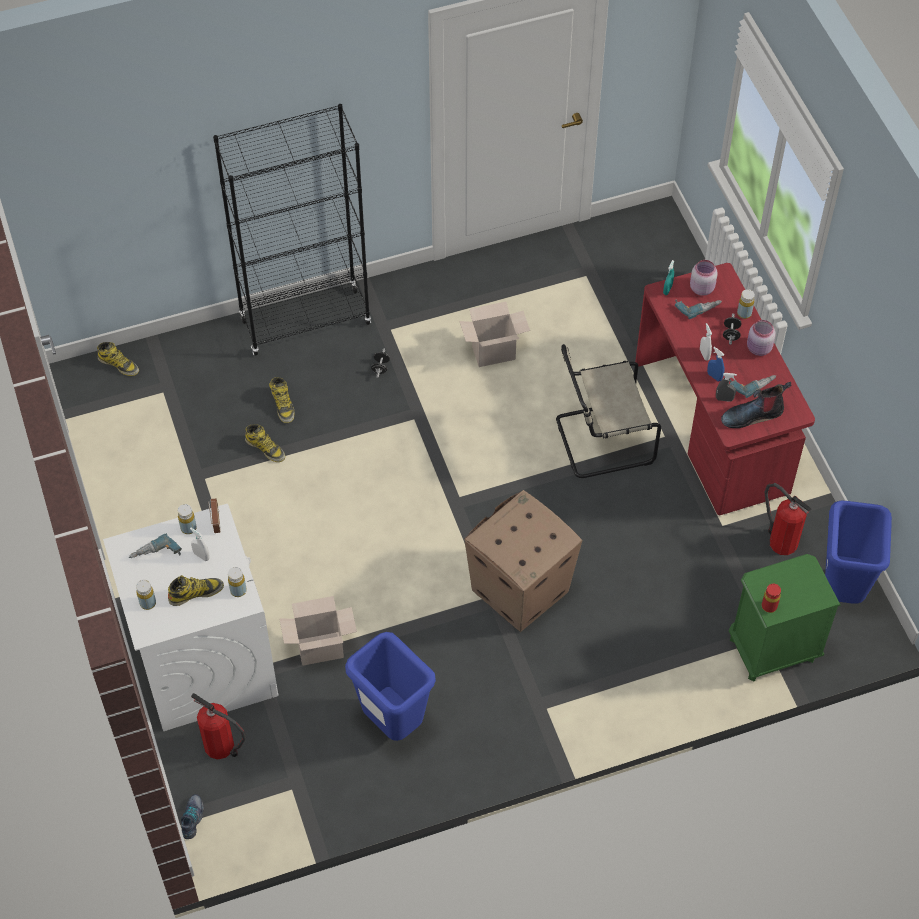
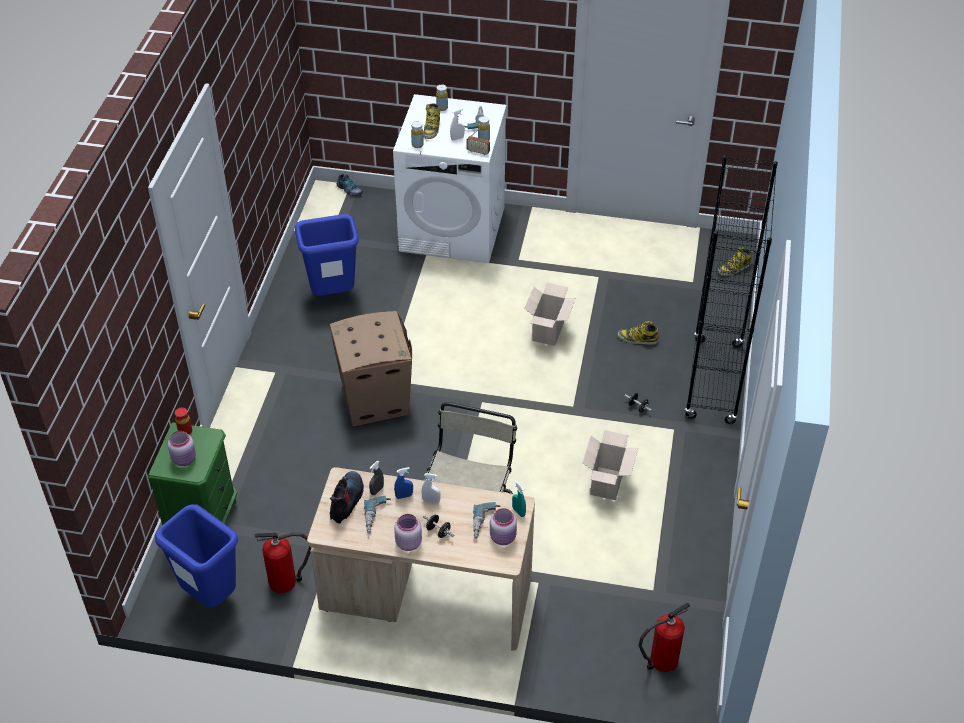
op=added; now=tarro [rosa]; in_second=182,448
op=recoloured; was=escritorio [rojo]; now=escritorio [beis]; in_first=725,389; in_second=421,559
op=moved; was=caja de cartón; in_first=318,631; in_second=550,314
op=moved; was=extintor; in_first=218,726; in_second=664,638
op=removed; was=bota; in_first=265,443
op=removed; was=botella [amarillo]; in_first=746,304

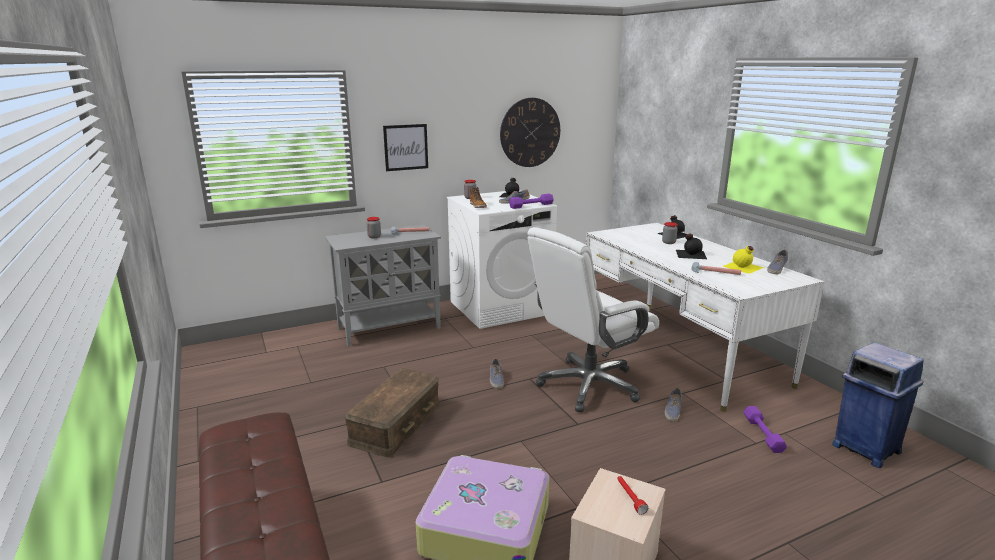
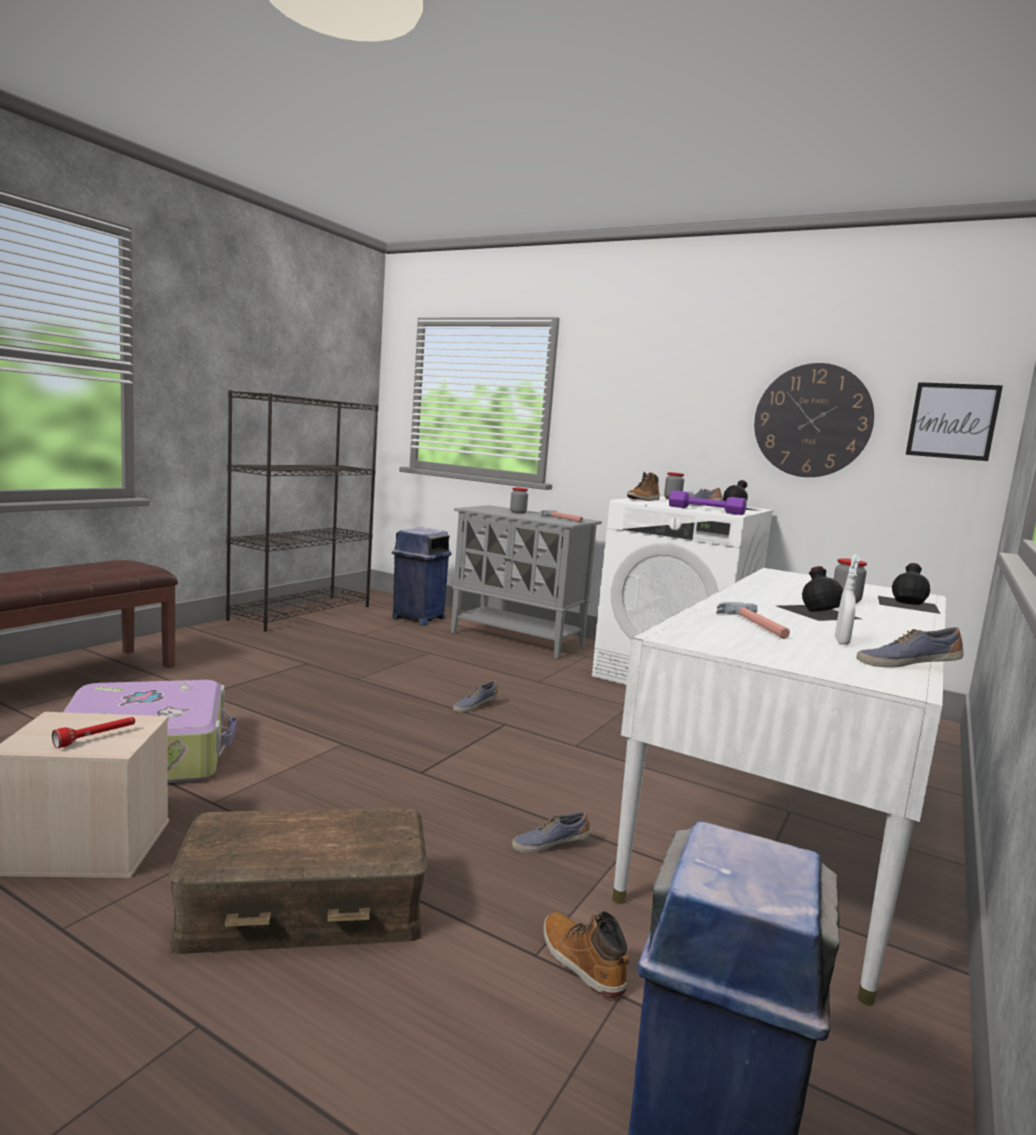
op=moved; was=caja de almacenaje [marrón]; in_first=392,412; in_second=297,881
op=added; now=estantería [negro]; in_second=302,510
op=added; now=papelera [azul]; in_second=422,576
op=replaced; was=mancuerna [morado]; now=bota; in_first=765,429; in_second=586,954
op=replaced; was=botella [amarillo]; now=pulverizador [blanco]; in_first=743,260; in_second=847,599
op=moved; was=cuadro; in_first=405,147; in_second=954,421
op=removed; was=silla de oficina [blanco]; in_first=593,319

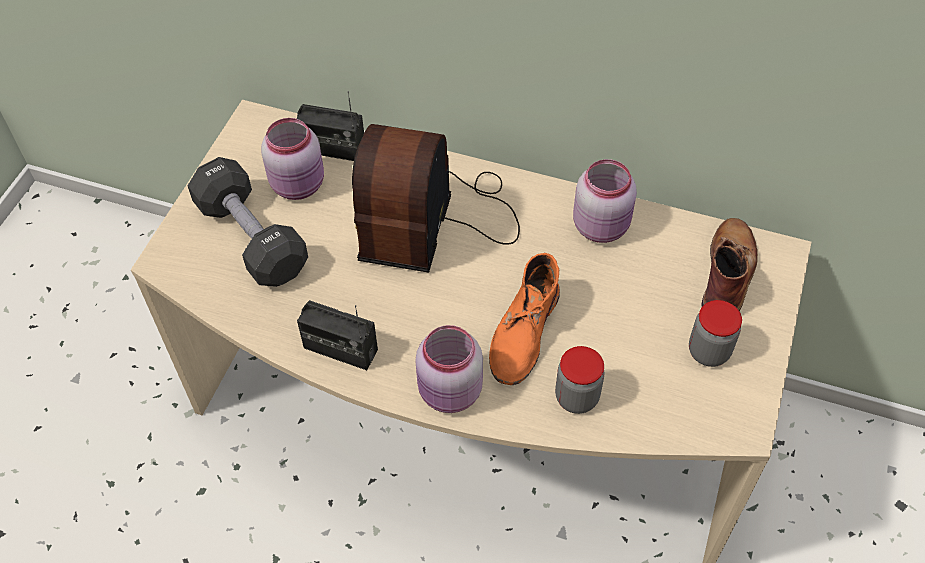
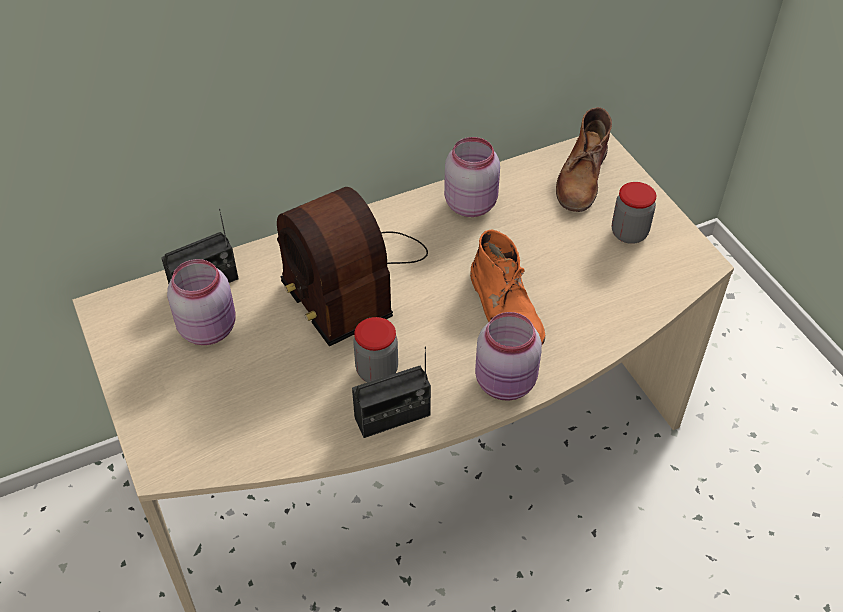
op=moved; was=tarro; in_first=579,380; in_second=376,349
op=turned; was=bota [marrón]; in_first=729,264; in_second=584,159; clockwise=-135
op=removed; was=mancuerna [negro]; in_first=248,222

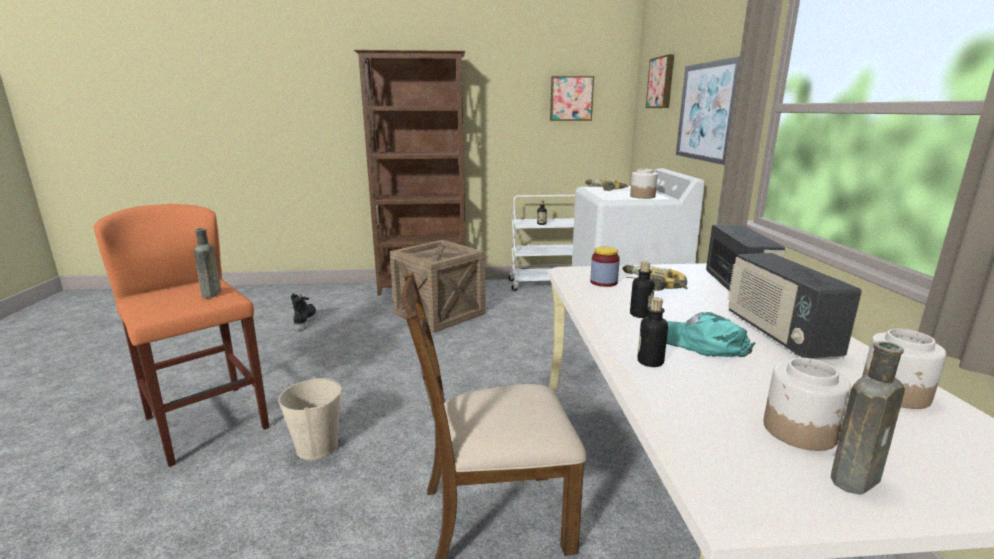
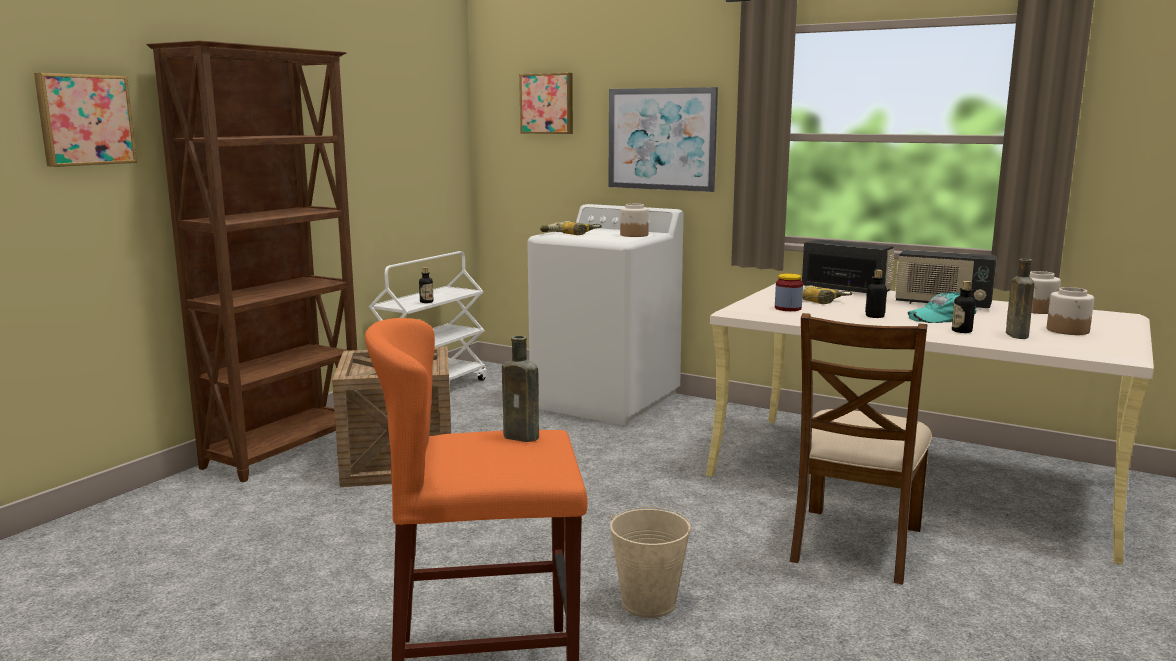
op=moved; was=cuadro; in_first=572,98; in_second=85,120
op=moved; was=botella [marrón]; in_first=868,418; in_second=1020,298
op=removed; was=bota [negro]; in_first=304,312

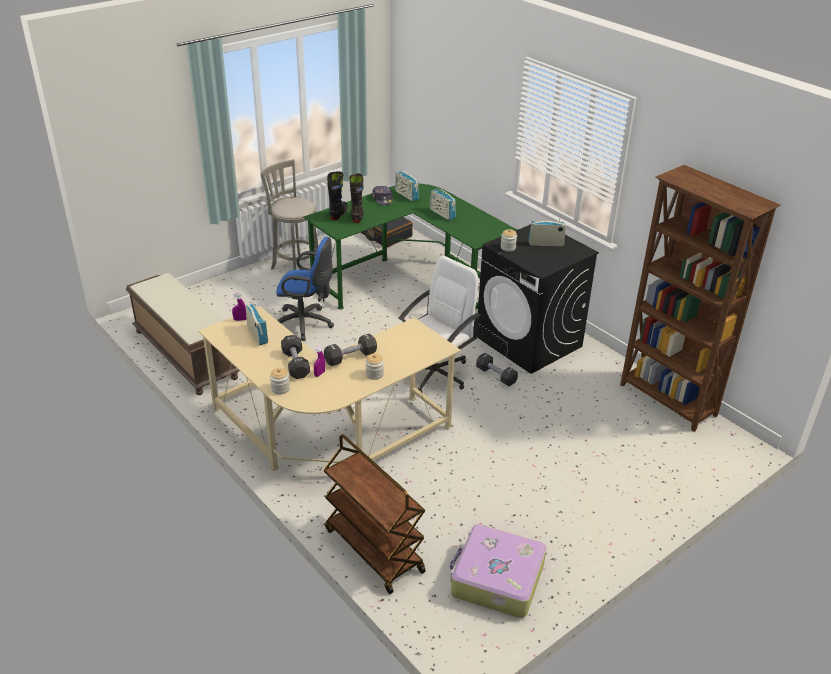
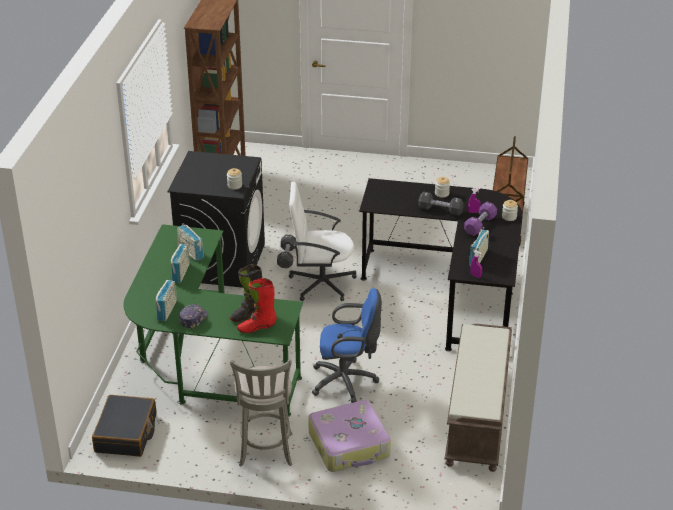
op=moved; was=radio; in_first=547,233; in_second=190,242
op=recoloured; was=bota [negro]; now=bota [rojo]; in_first=337,195; in_second=257,305
op=moved; was=maleta; in_first=498,571; in_second=349,436
op=turned; was=silla de oficina [azul]; in_first=305,288; in_second=347,345; clockwise=120
op=recoloured; was=escritorio [beis]; now=escritorio [negro]; in_first=329,388; in_second=440,264
op=recoloured; was=mancuerna [negro]; now=mancuerna [morado]; in_first=295,357; in_second=480,219

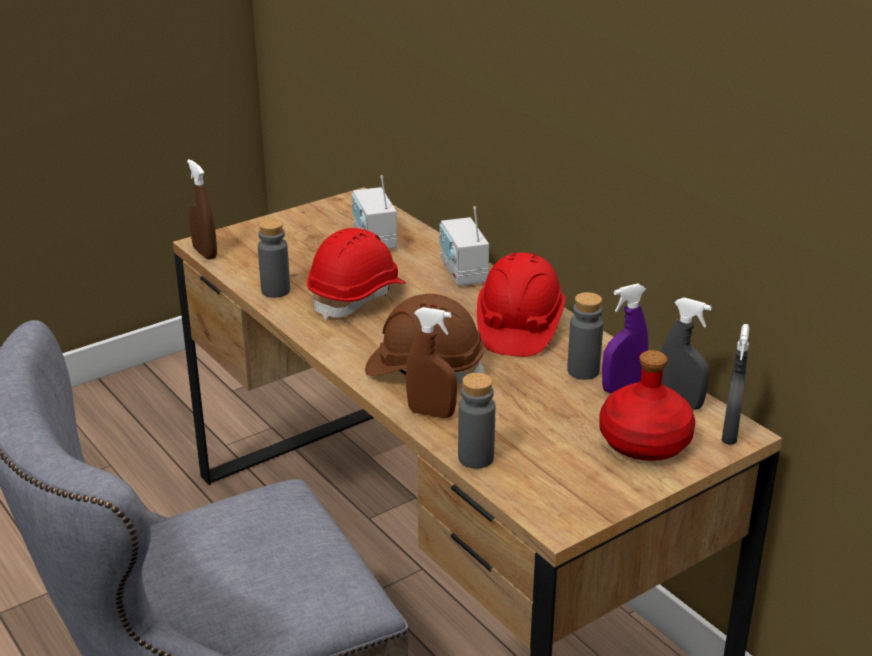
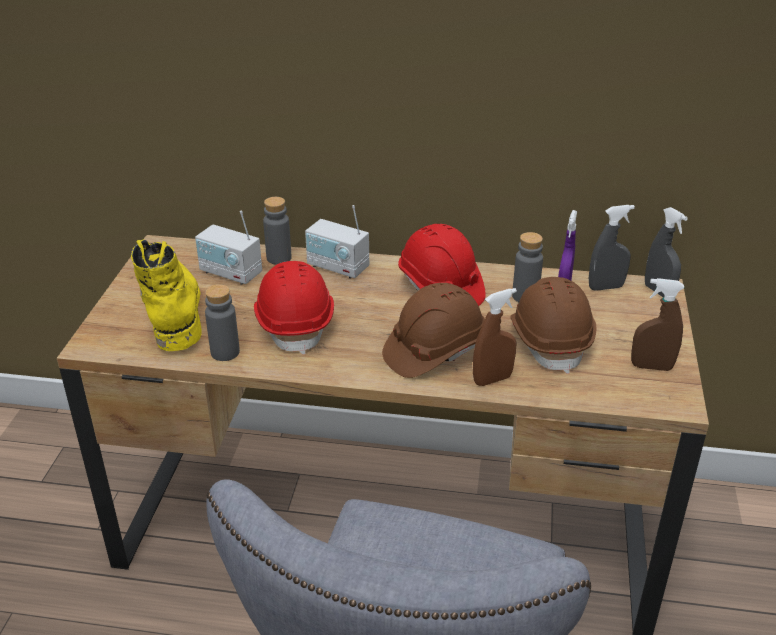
op=added; now=bota [amarillo]; in_second=166,295
op=moved; was=botella [gris]; in_first=476,421; in_second=277,231
op=added; now=casco [marrón]; in_second=553,325
op=moved; was=pulverizador [marrón]; in_first=202,209; in_second=657,324
op=removed; was=botella [rojo]; in_first=647,405

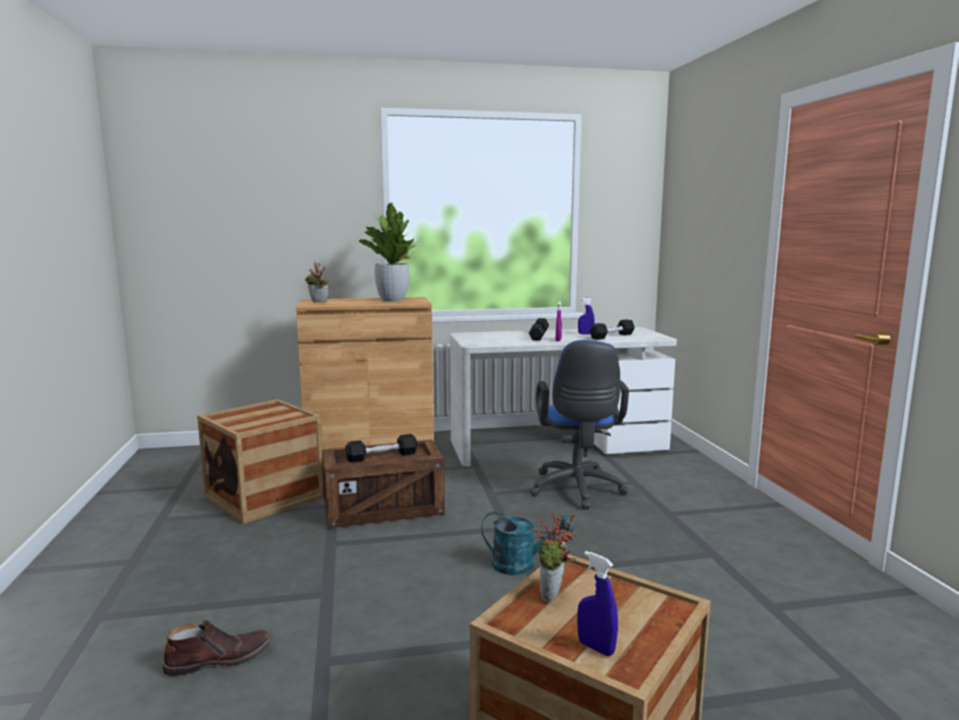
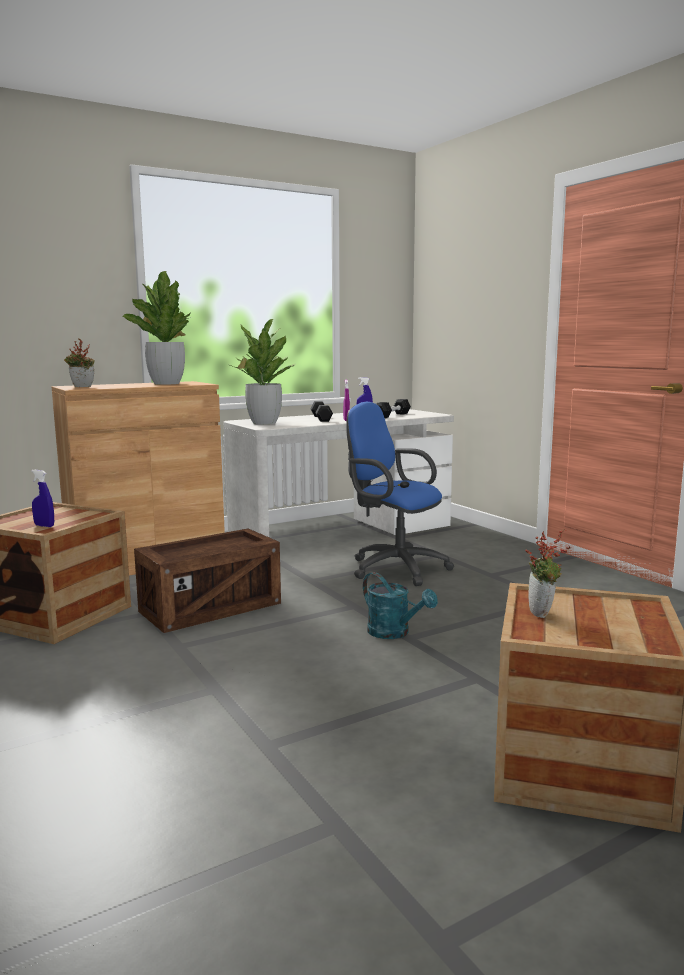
op=moved; was=pulverizador [azul]; in_first=597,603; in_second=42,498
op=added; now=planta en maceta; in_second=262,371
op=turned; was=silla de oficina [azul]; in_first=579,425; in_second=400,494; clockwise=150
op=turned; was=regadera [turquesa]; in_first=527,543; in_second=400,605; clockwise=60
op=removed; was=bota [marrón]; in_first=218,648
op=removed; was=mancuerna [negro]; in_first=381,448

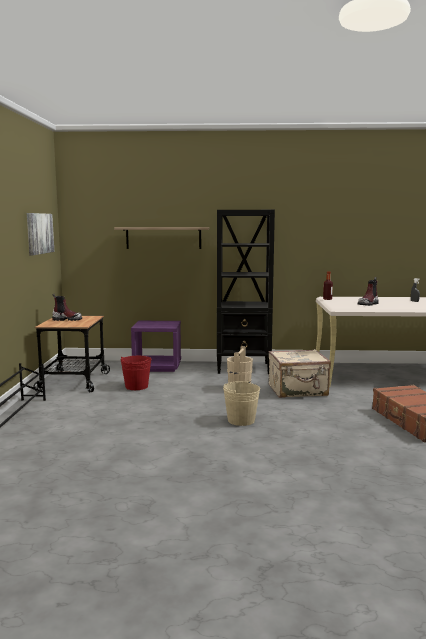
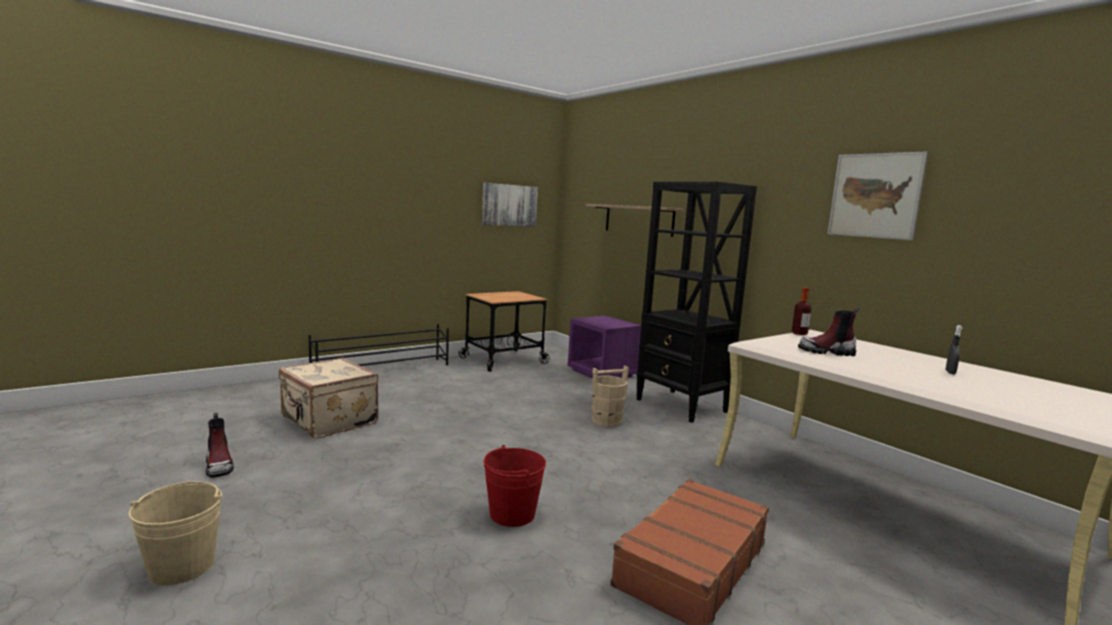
op=moved; was=cubo [beis]; in_first=241,403; in_second=175,533
op=moved; was=bota; in_first=67,307; in_second=220,445
op=moved; was=maleta [beis]; in_first=299,373; in_second=329,398
op=moved; was=cubo [rojo]; in_first=136,373; in_second=514,486
op=added; now=cuadro; in_second=877,196

